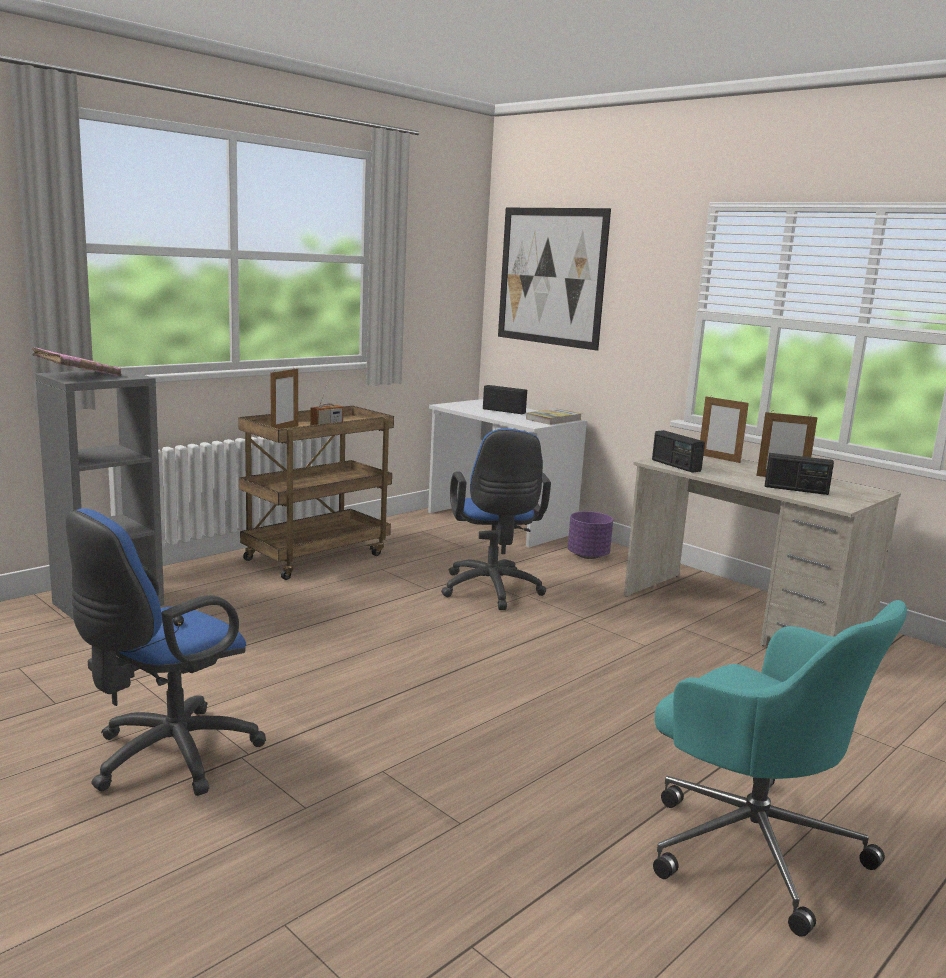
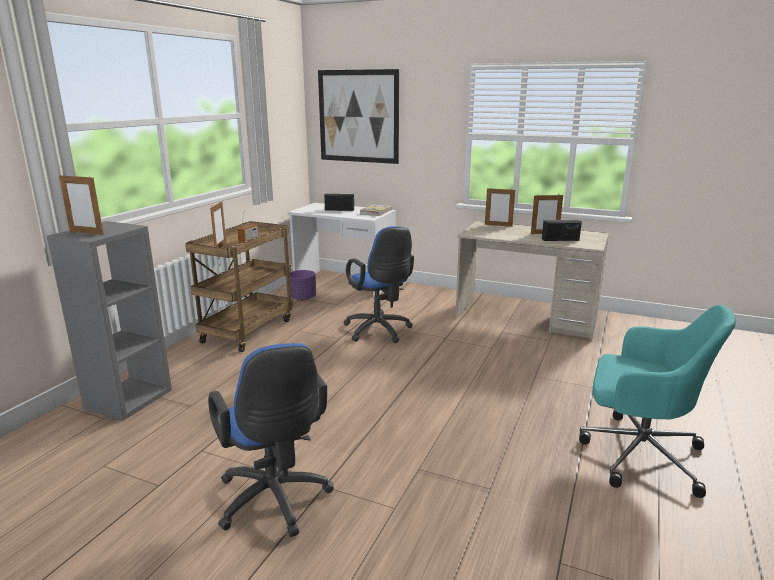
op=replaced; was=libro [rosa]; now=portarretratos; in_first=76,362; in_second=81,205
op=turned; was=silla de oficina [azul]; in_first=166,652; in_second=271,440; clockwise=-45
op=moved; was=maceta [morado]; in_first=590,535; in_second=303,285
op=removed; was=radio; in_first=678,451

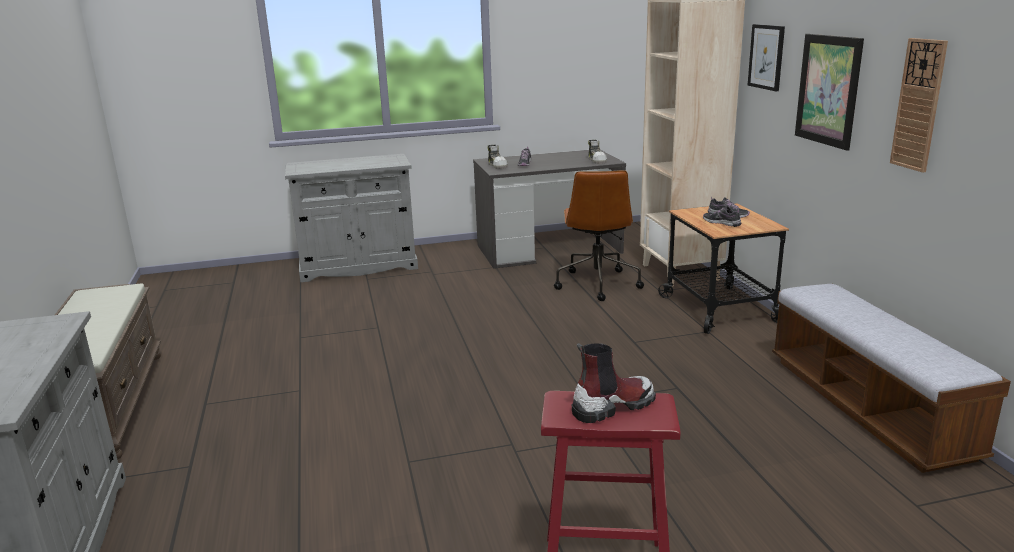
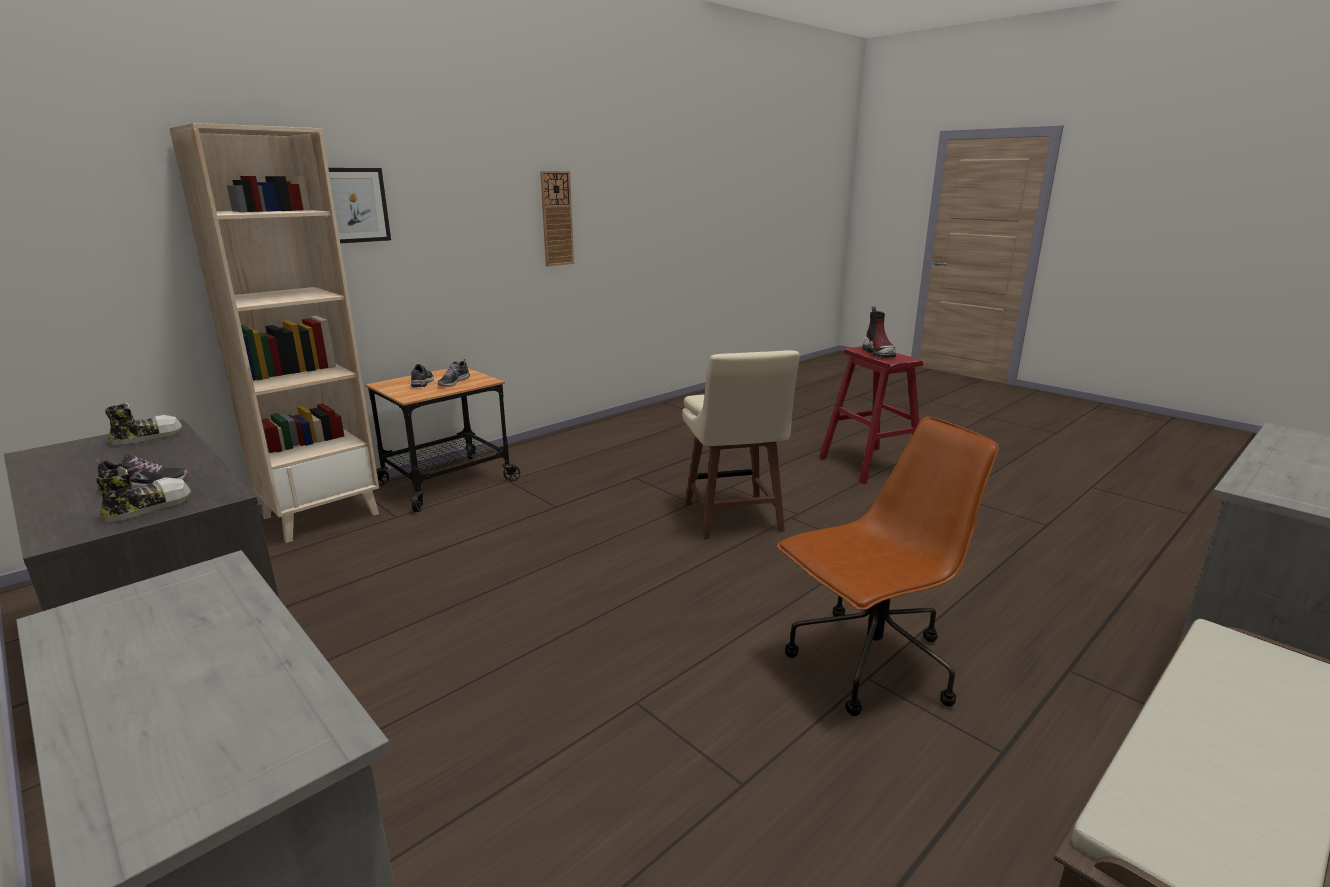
op=added; now=taburete [beis]; in_second=741,444
op=moved; was=silla de oficina [marrón]; in_first=599,235; in_second=888,566
op=turned; was=bota; in_first=614,383; in_second=879,332; clockwise=-135
op=removed; was=banco; in_first=891,378
op=removed; was=cuadro; in_first=829,92

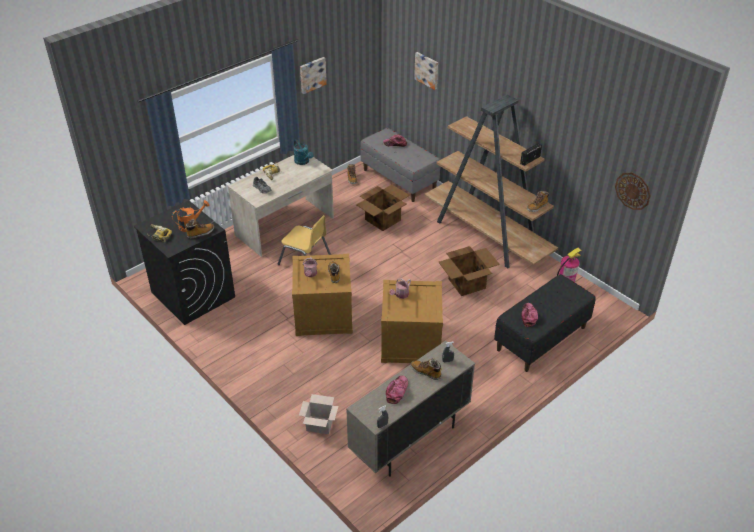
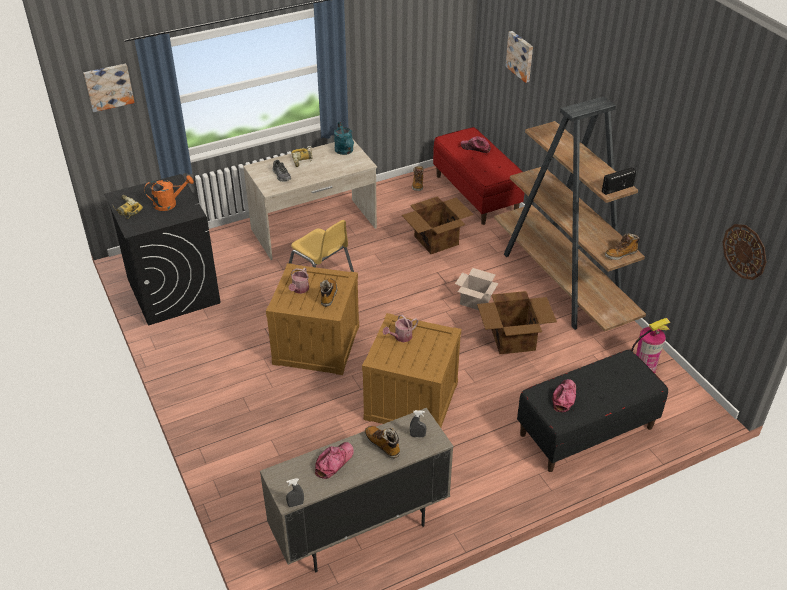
op=moved; was=cuadro; in_first=313,75; in_second=109,88
op=recoloured; was=banco [gris]; now=banco [rojo]; in_first=400,165; in_second=479,176
op=moved; was=caja de cartón; in_first=319,414; in_second=476,289
op=removed; was=bota; in_first=199,229

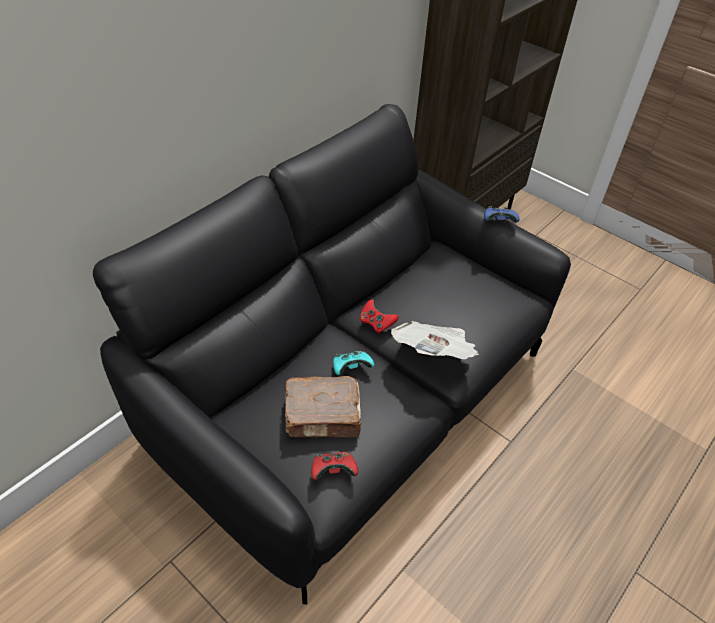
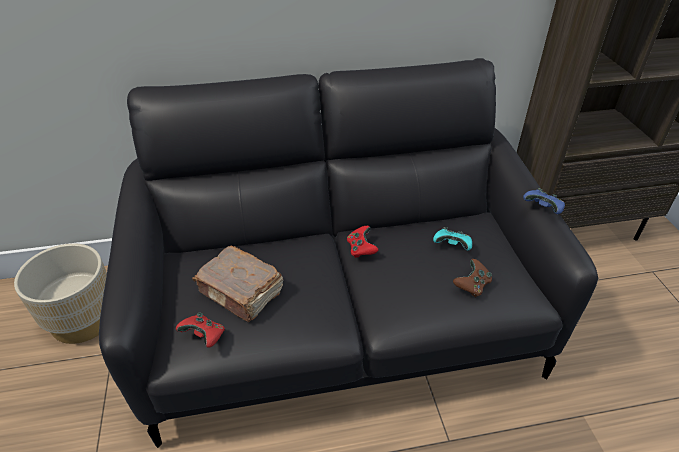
op=added; now=maceta [beis]; in_second=60,293
op=moved; was=mando de consola [turquesa]; in_first=353,363; in_second=452,238
op=added; now=mando de consola [marrón]; in_second=472,278
op=removed; was=periódico; in_first=435,340

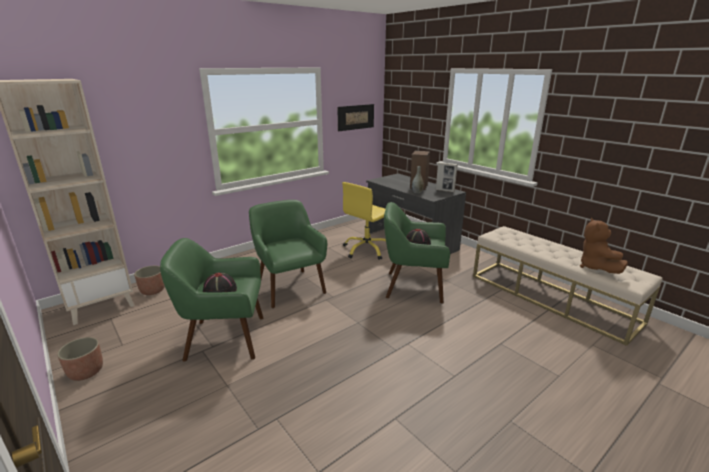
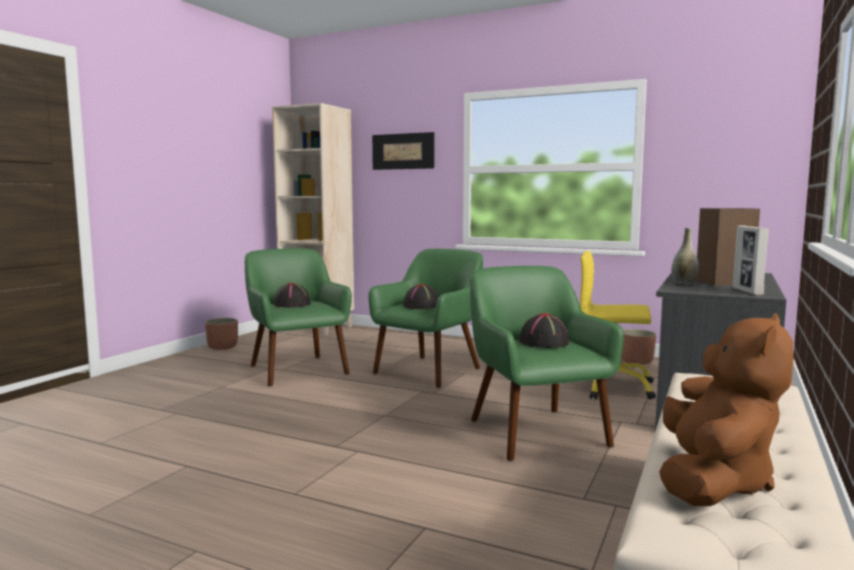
op=moved; was=cuadro; in_first=356,117; in_second=403,151
op=added; now=sombrero [negro]; in_second=421,296
op=moved; was=maceta; in_first=149,280; in_second=638,347
op=turned; was=peluche [marrón]; in_first=604,246; in_second=726,409; clockwise=135

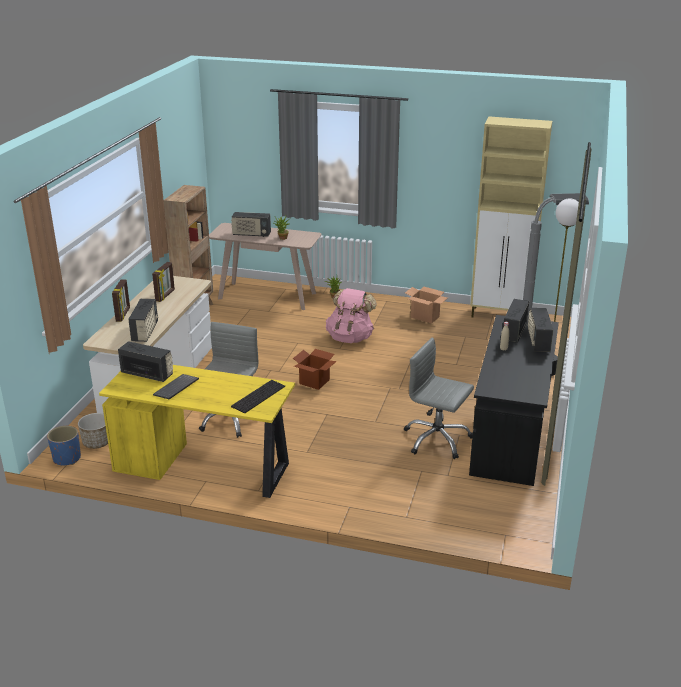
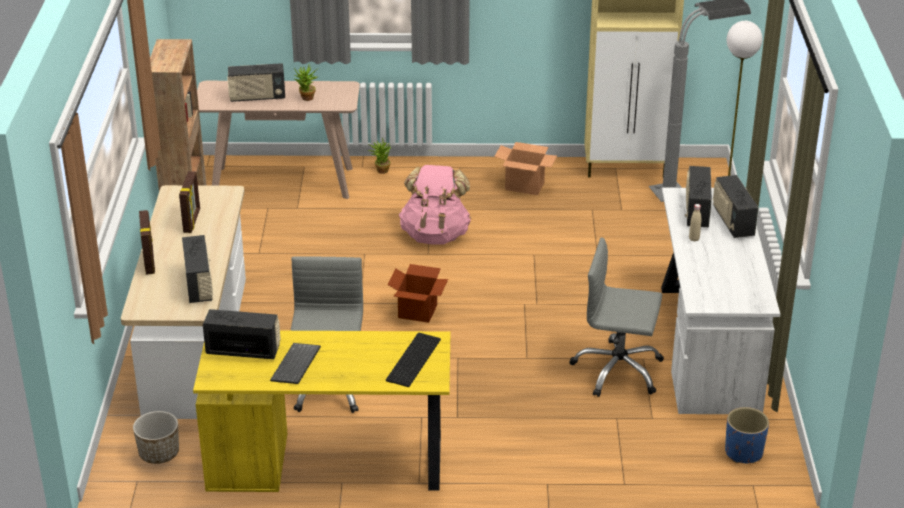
op=recoloured; was=escritorio [negro]; now=escritorio [blanco]; in_first=514,400; in_second=720,301
op=moved; was=maceta [azul]; in_first=64,445; in_second=747,435

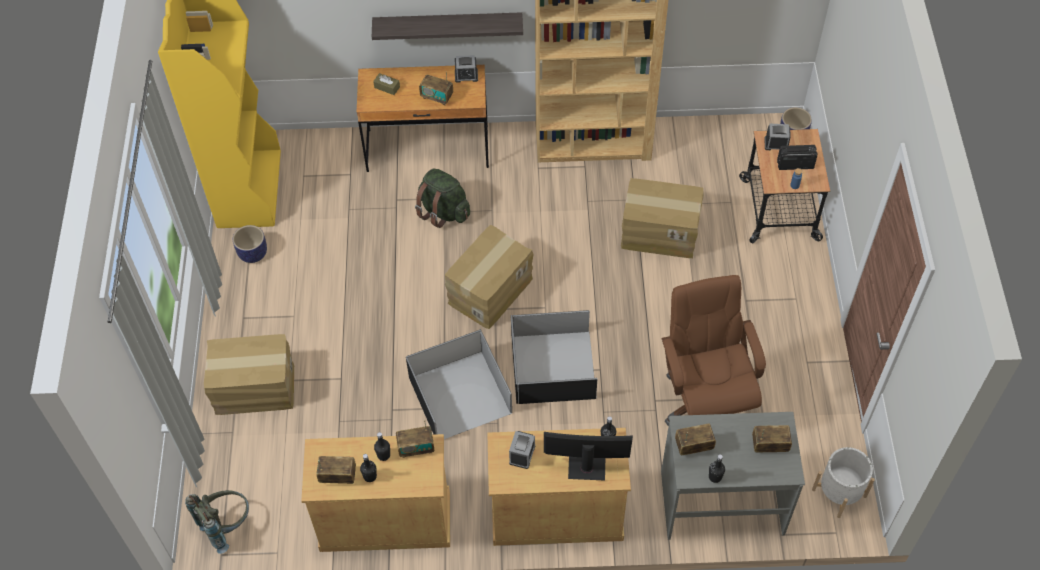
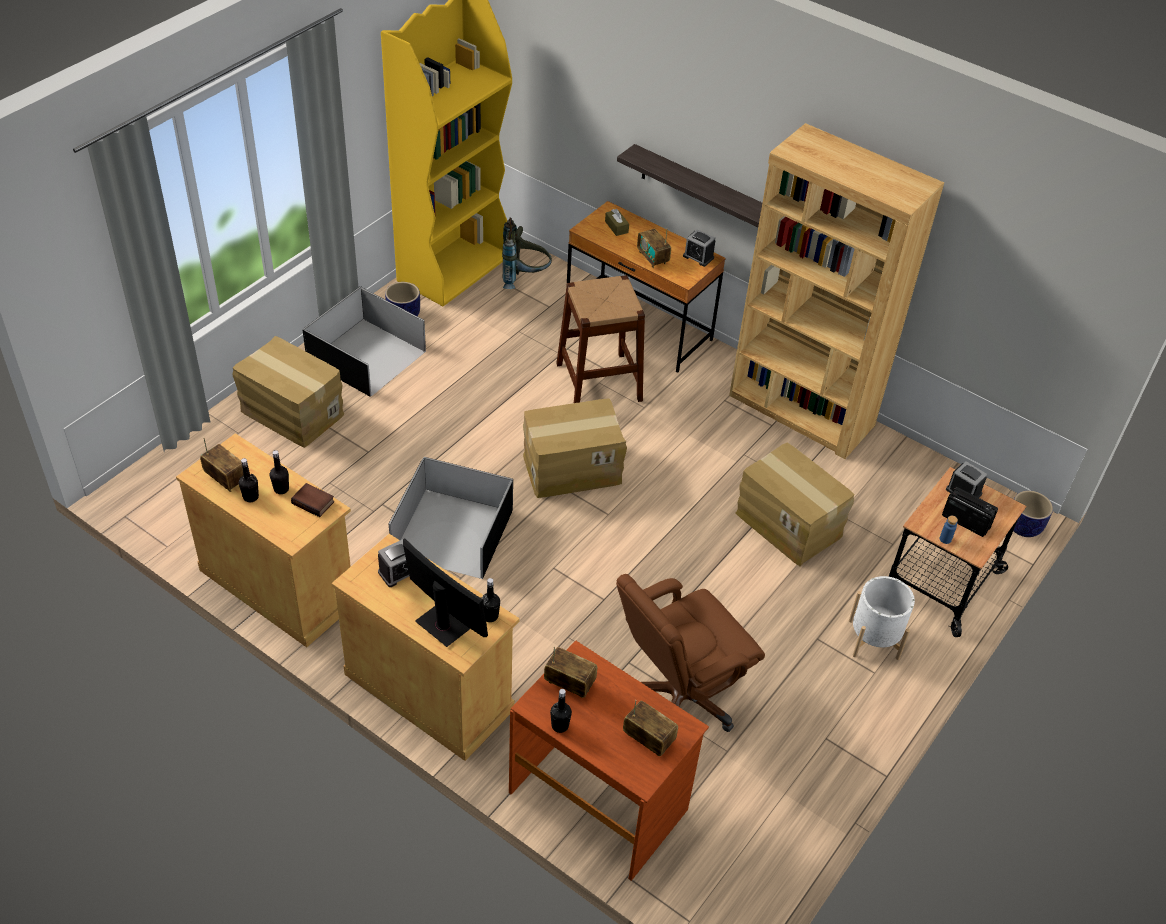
op=replaced; was=radio; now=libro; in_first=415,439; in_second=312,500
op=moved; was=caja de almacenaje [negro]; in_first=554,357; in_second=364,341
op=moved; was=mochila [gris]; in_first=217,522; in_second=527,253
op=recoloured; was=escritorio [gris]; now=escritorio [marrón]; in_first=733,476; in_second=609,761
op=replaced; was=mochila [verde]; now=taburete [marrón]; in_first=442,198; in_second=600,339
op=turned; was=silla de oficina [marrón]; in_first=713,350; in_second=690,653; clockwise=-150
op=moved; was=maceta [blanco]; in_first=843,482; in_second=882,618

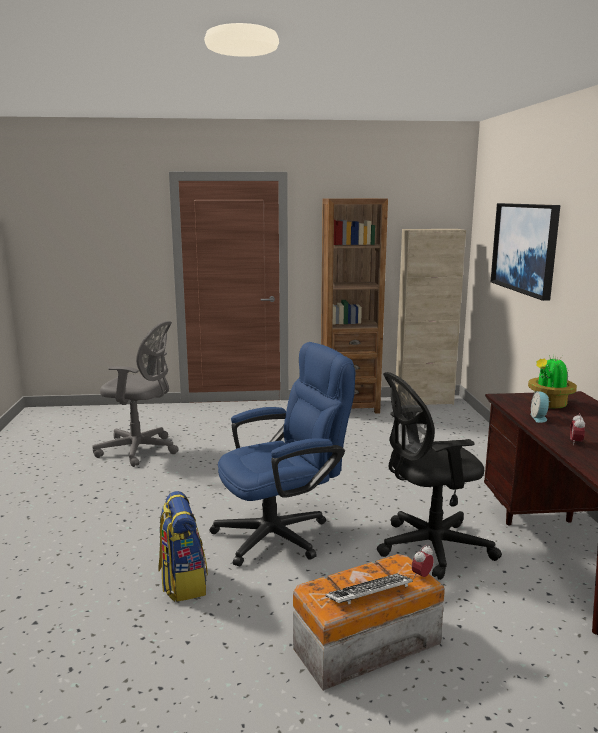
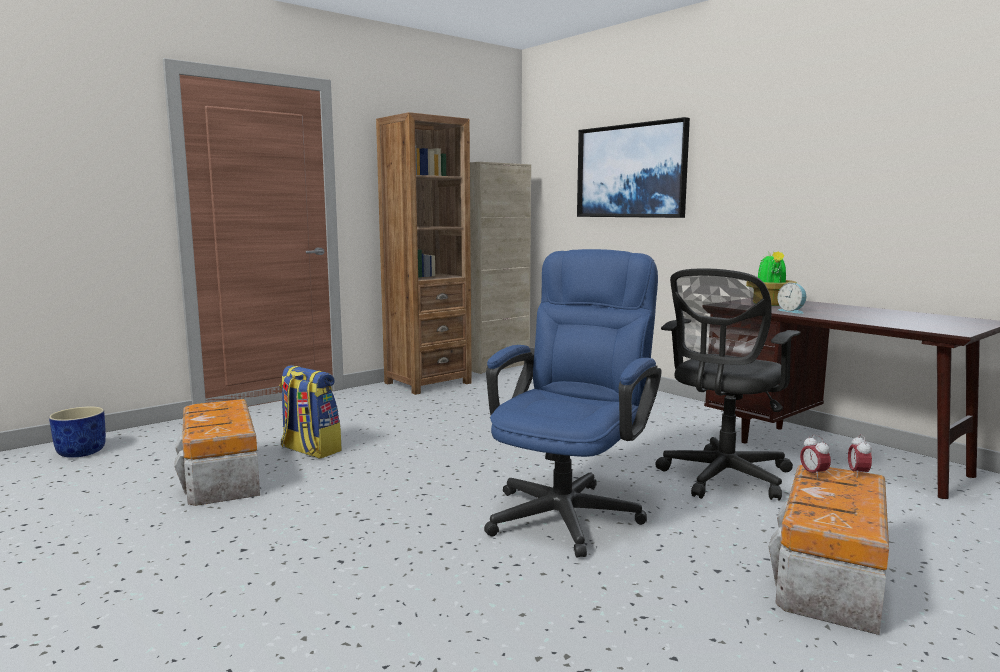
op=added; now=maceta [azul]; in_second=77,432
op=replaced; was=silla de oficina [gris]; now=caja de almacenaje; in_first=135,394; in_second=217,452
op=moved; was=mochila; in_first=183,546; in_second=311,412
op=moved; was=despertador; in_first=577,429; in_second=815,457
op=removed; was=teclado; in_first=369,588

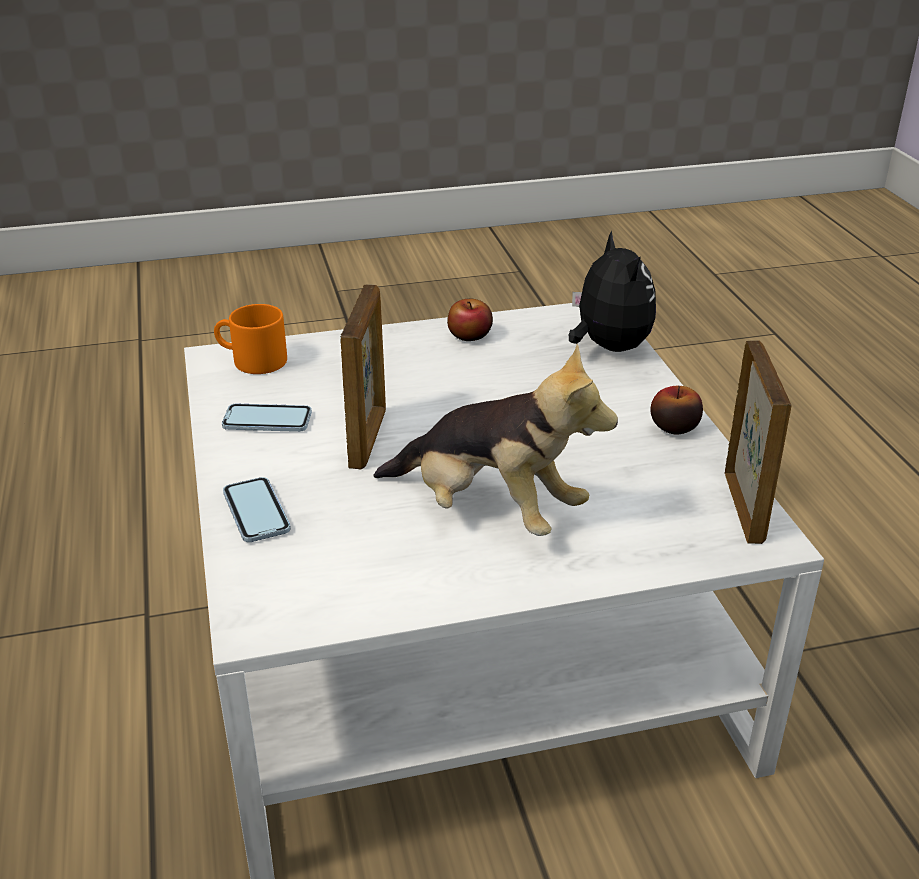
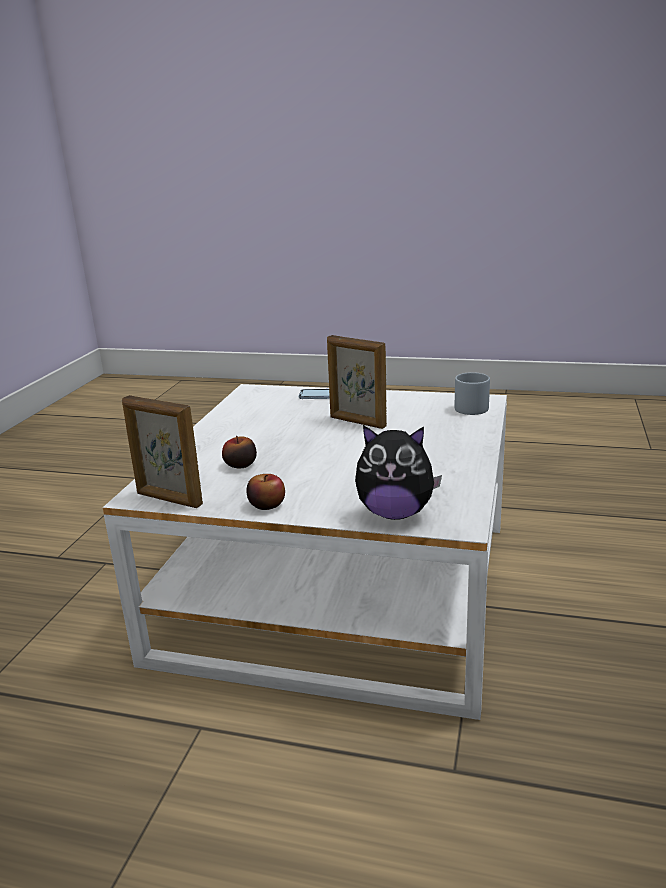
op=moved; was=manzana; in_first=470,320; in_second=239,452
op=recoloured; was=taza grande [naranja]; now=taza grande [gris]; in_first=250,339; in_second=472,393
op=removed; was=móvil; in_first=267,418
op=removed; was=peluche; in_first=495,440

